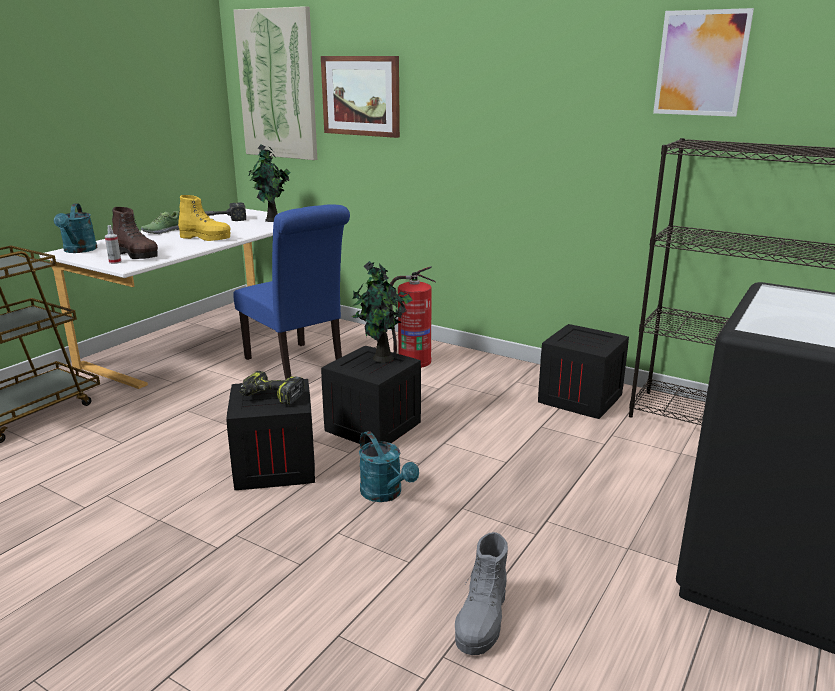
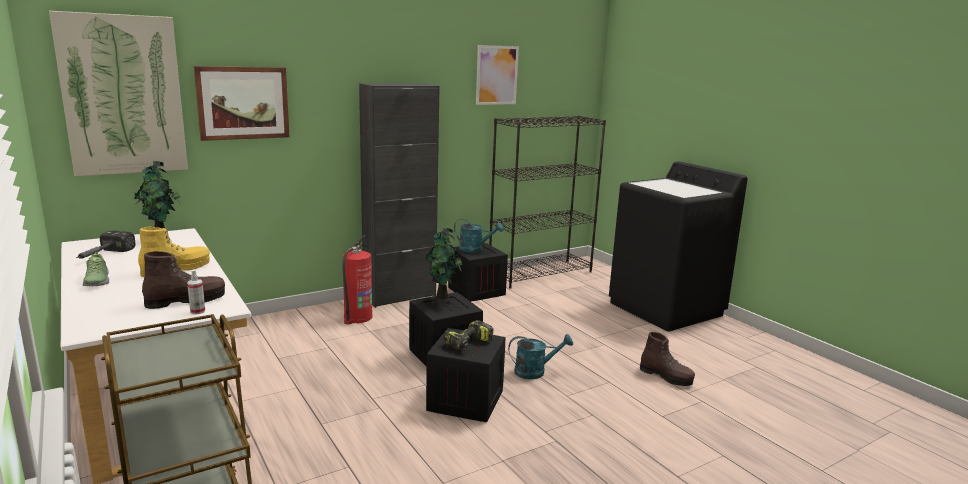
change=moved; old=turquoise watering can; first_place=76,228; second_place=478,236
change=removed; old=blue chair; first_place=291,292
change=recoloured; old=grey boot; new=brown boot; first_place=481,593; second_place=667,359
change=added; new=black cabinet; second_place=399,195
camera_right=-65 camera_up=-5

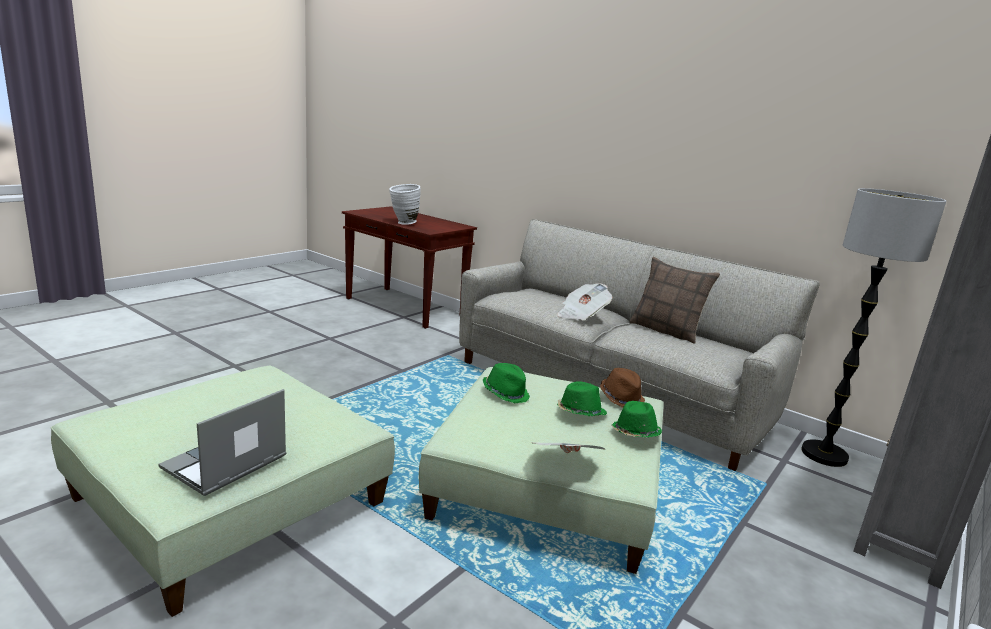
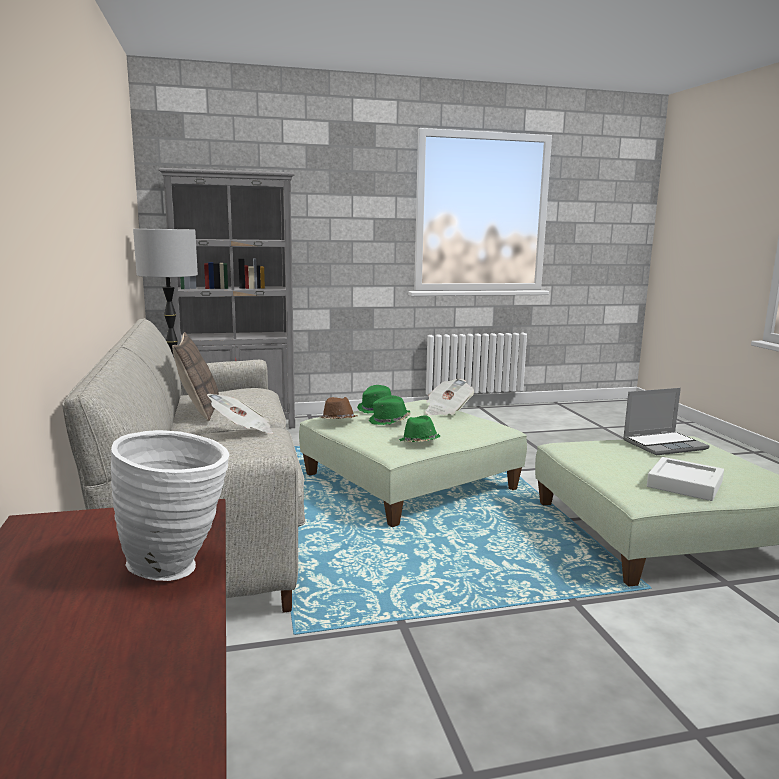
change=added; new=white tray; second_place=685,479
camera_right=-140 camera_up=-5

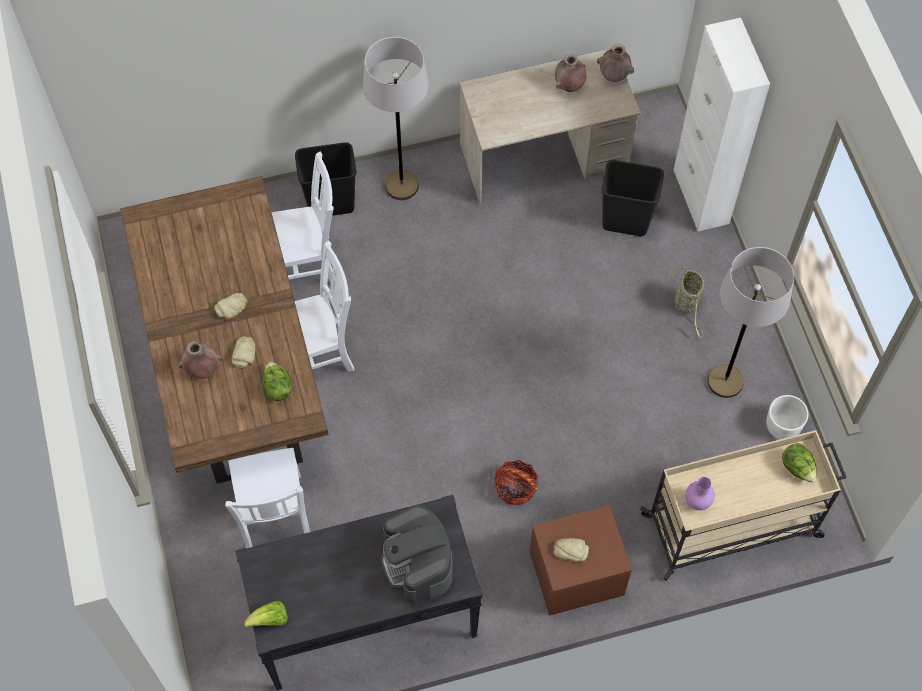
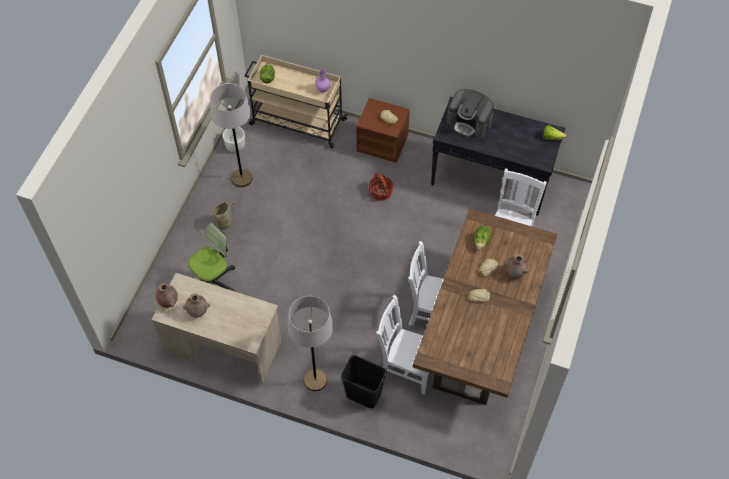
change=removed; old=white cabinet; first_place=721,124
change=replaced; old=black trash can; new=office chair; first_place=632,198; second_place=212,257
change=turned; old=coffee machine; first_place=417,554; second_place=470,113; degrees=105
camera_right=-145 camera_up=-5

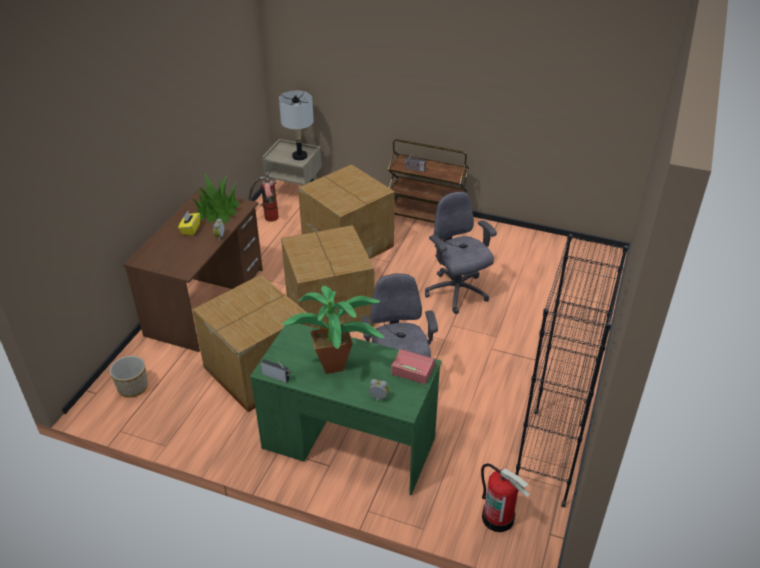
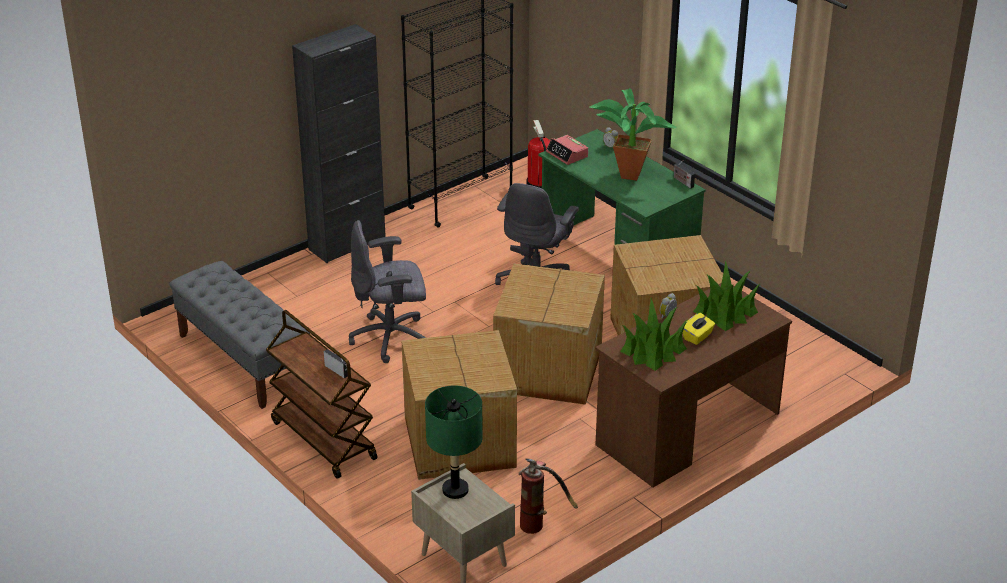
change=recoloured; old=grey table lamp; new=green table lamp; first_place=296,125; second_place=454,442
change=turned; old=grey office chair; first_place=461,253; second_place=387,291; degrees=75
change=removed; old=planter; first_place=129,377
change=added; new=black cabinet; second_place=339,143
change=added; new=potted plant; second_place=727,295
change=added; new=grey bench; second_place=239,335
camera_right=-150 camera_up=-5

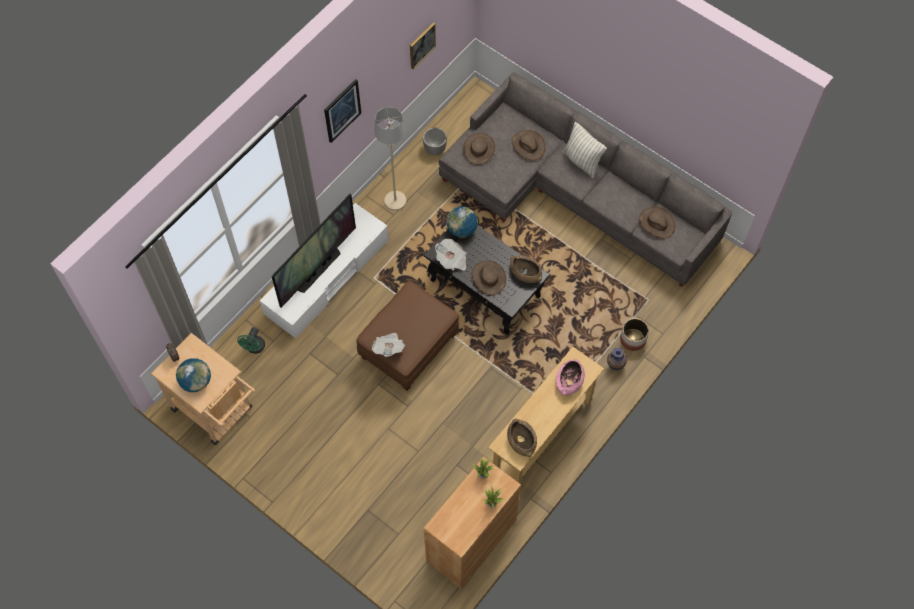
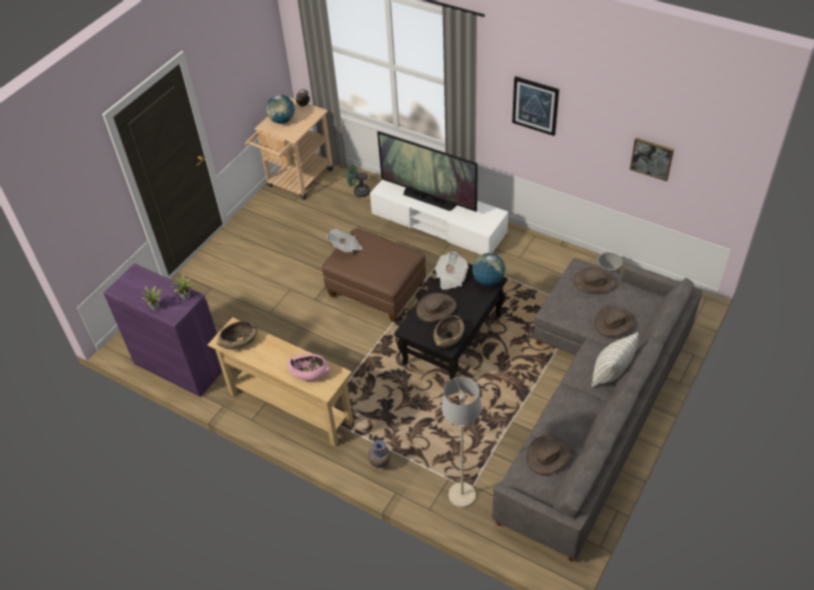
change=moved; old=beige floor lamp; first_place=390,159; second_place=461,442
change=removed; old=planter; first_place=634,334
change=recoloured; old=brown cabinet; new=purple cabinet; first_place=472,523; second_place=163,330
camera_right=85 camera_up=-15

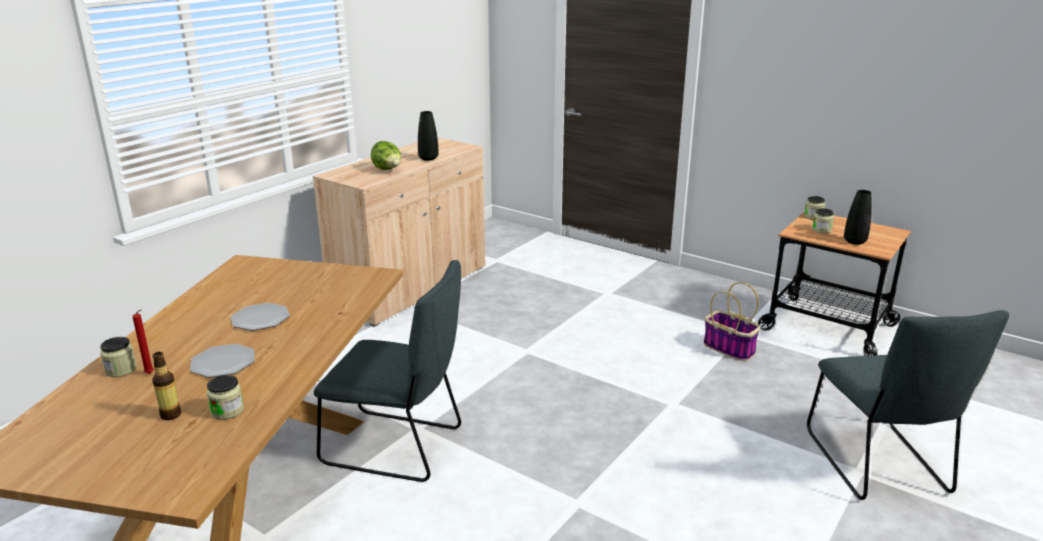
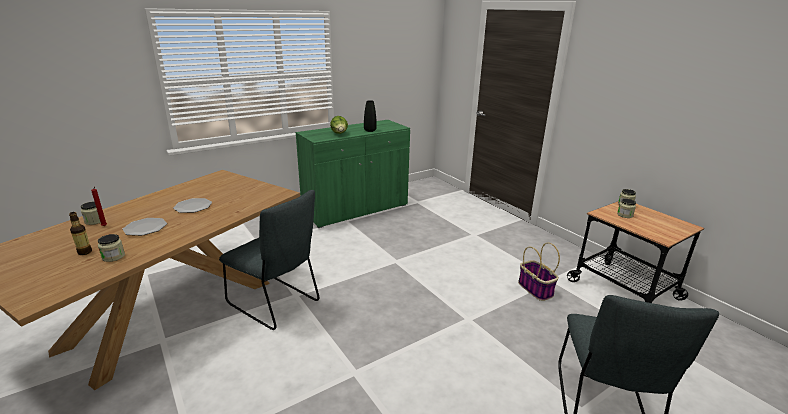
change=recoloured; old=beige cabinet; new=green cabinet; first_place=399,232; second_place=353,174
change=removed; old=black vase; first_place=858,217
camera_right=20 camera_up=0

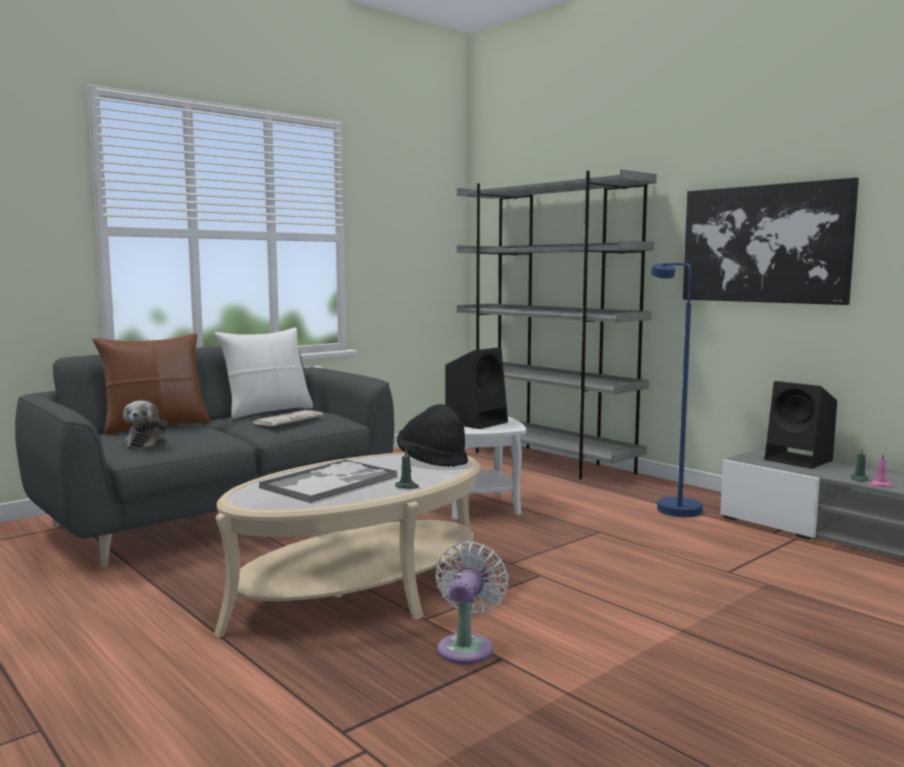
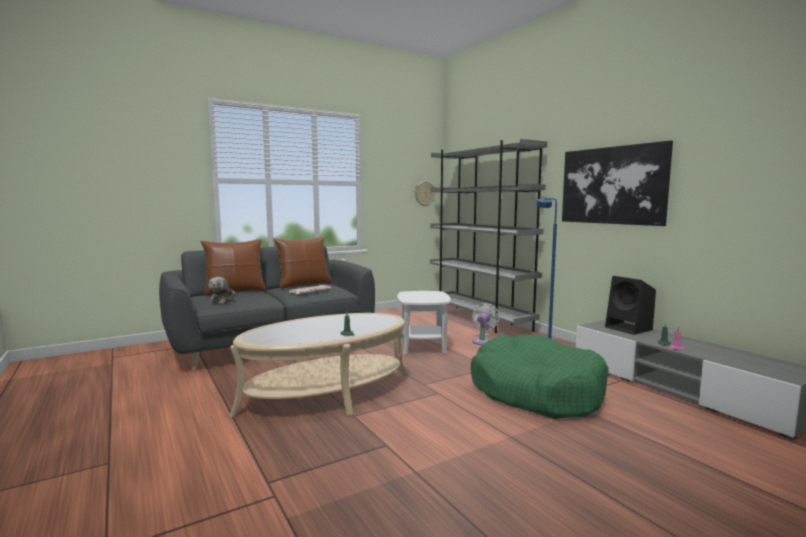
change=recoloured; old=white pillow; new=brown pillow; first_place=263,373; second_place=302,262
change=removed; old=black speaker; first_place=476,388
change=removed; old=black hat; first_place=432,435
change=removed; old=tray; first_place=328,481
change=moved; old=white fan; first_place=472,603; second_place=486,324
change=added; new=wall clock; second_place=425,193
change=added; new=green dog bed; second_place=540,377
camera_right=10 camera_up=0

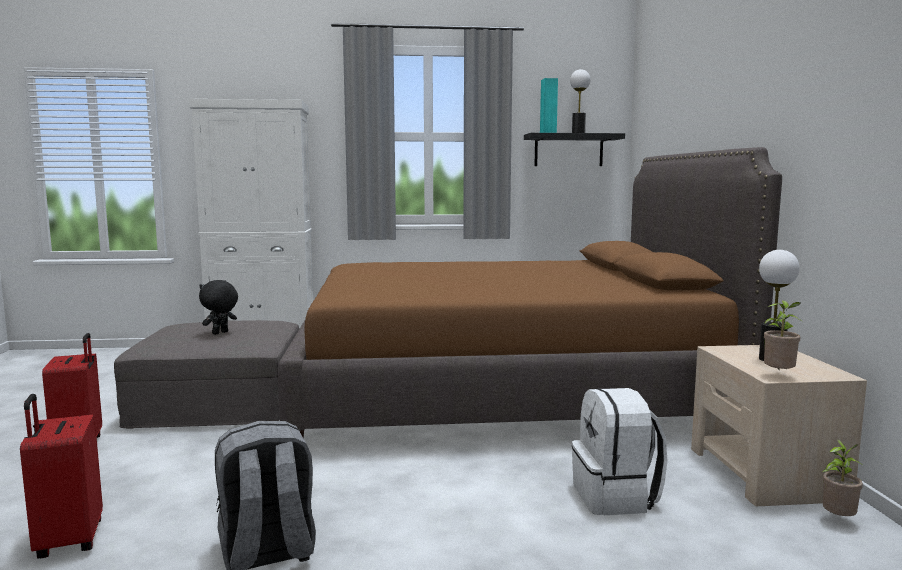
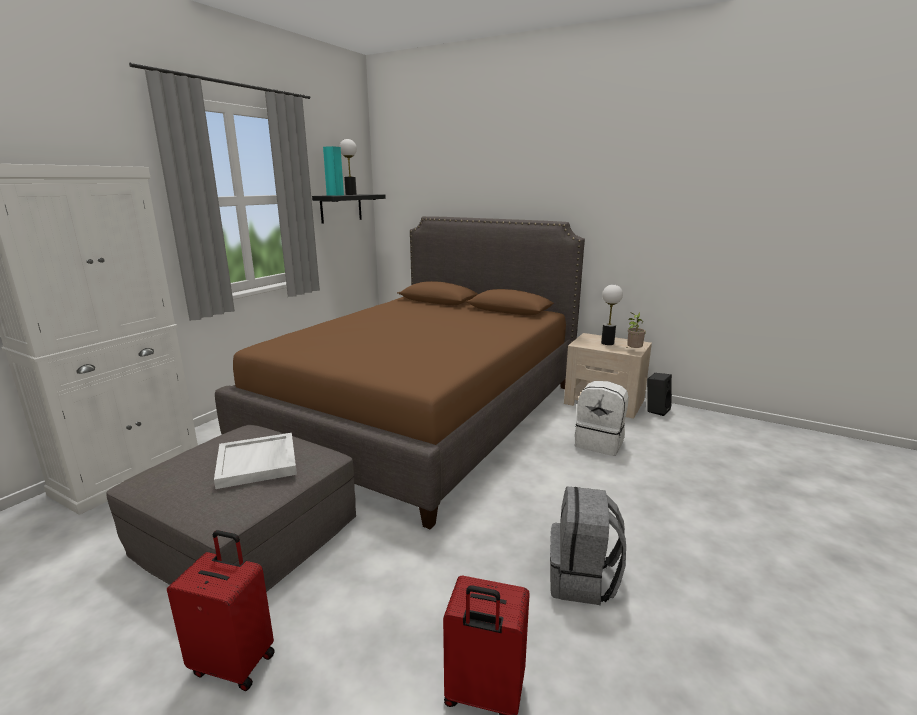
change=replaced; old=black plush toy; new=white tray; first_place=218,307; second_place=255,461
change=replaced; old=potted plant; new=black speaker; first_place=843,478; second_place=659,394
camera_right=-55 camera_up=10

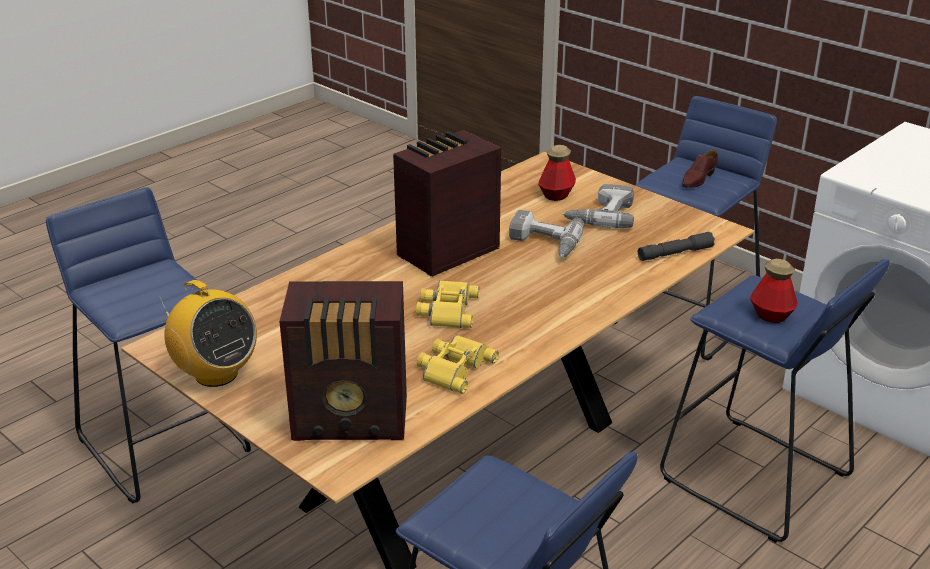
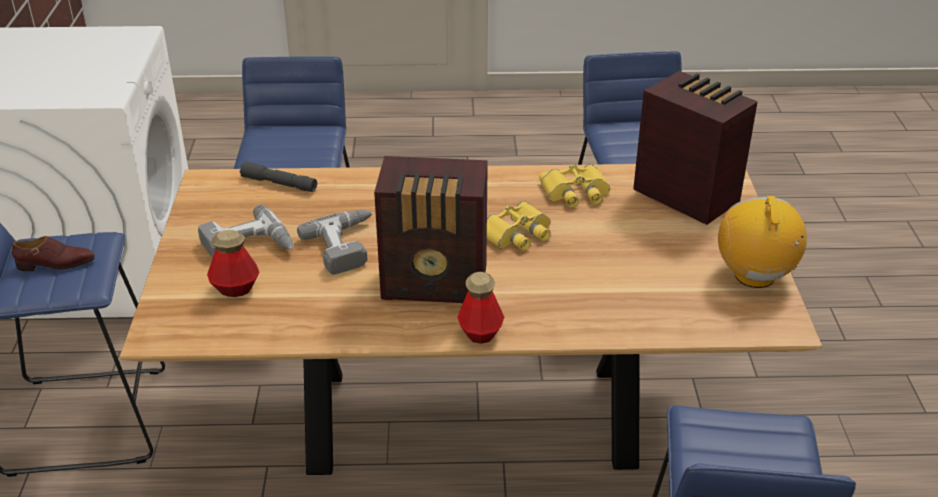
change=moved; old=bottle; first_place=774,291; second_place=480,308
camera_right=-135 camera_up=5

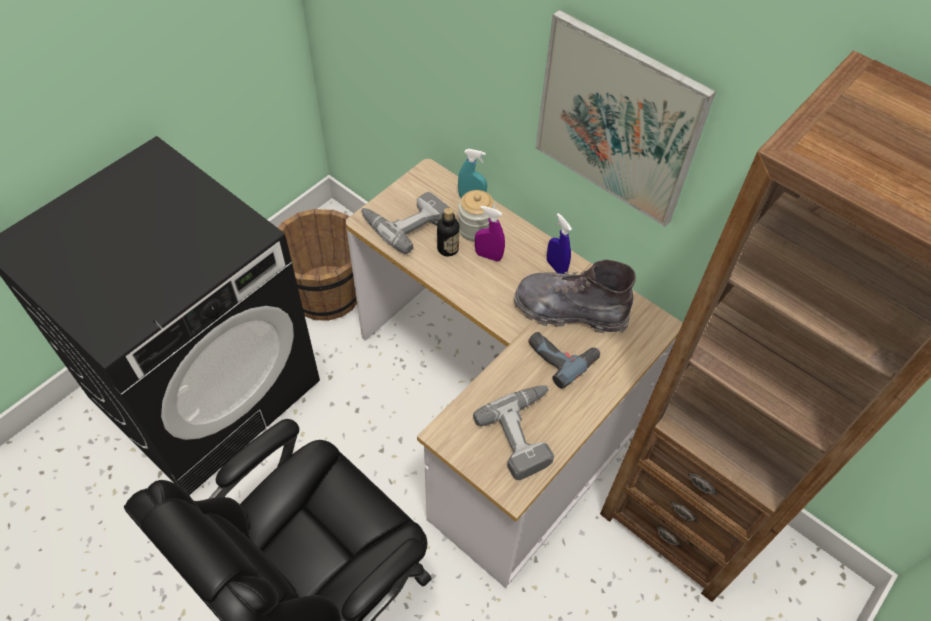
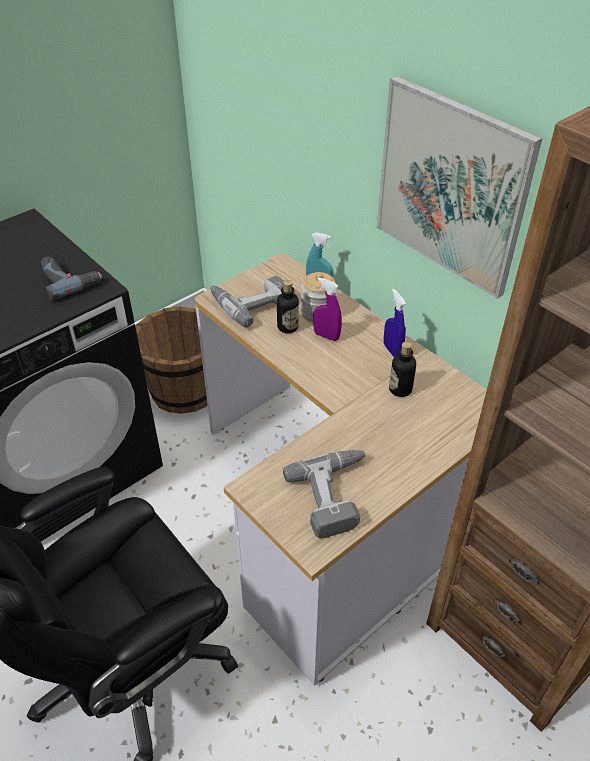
change=replaced; old=grey boot; new=bottle; first_place=575,296; second_place=402,369
change=moved; old=power drill; first_place=564,360; second_place=71,278
camera_right=10 camera_up=-10

